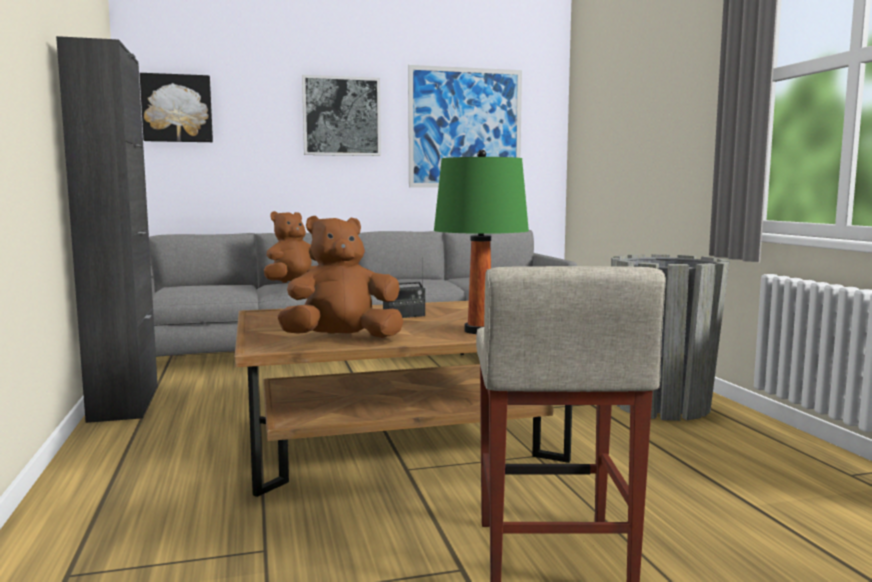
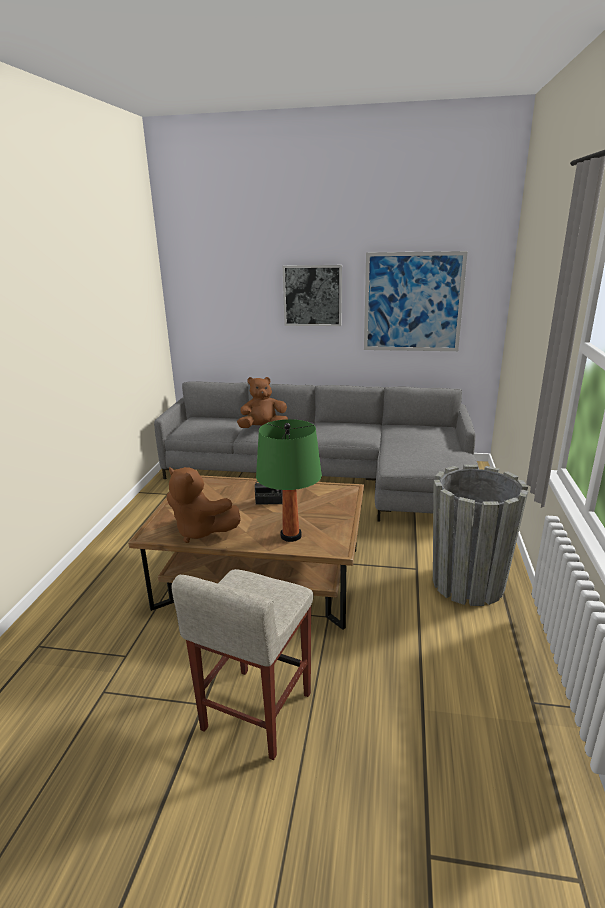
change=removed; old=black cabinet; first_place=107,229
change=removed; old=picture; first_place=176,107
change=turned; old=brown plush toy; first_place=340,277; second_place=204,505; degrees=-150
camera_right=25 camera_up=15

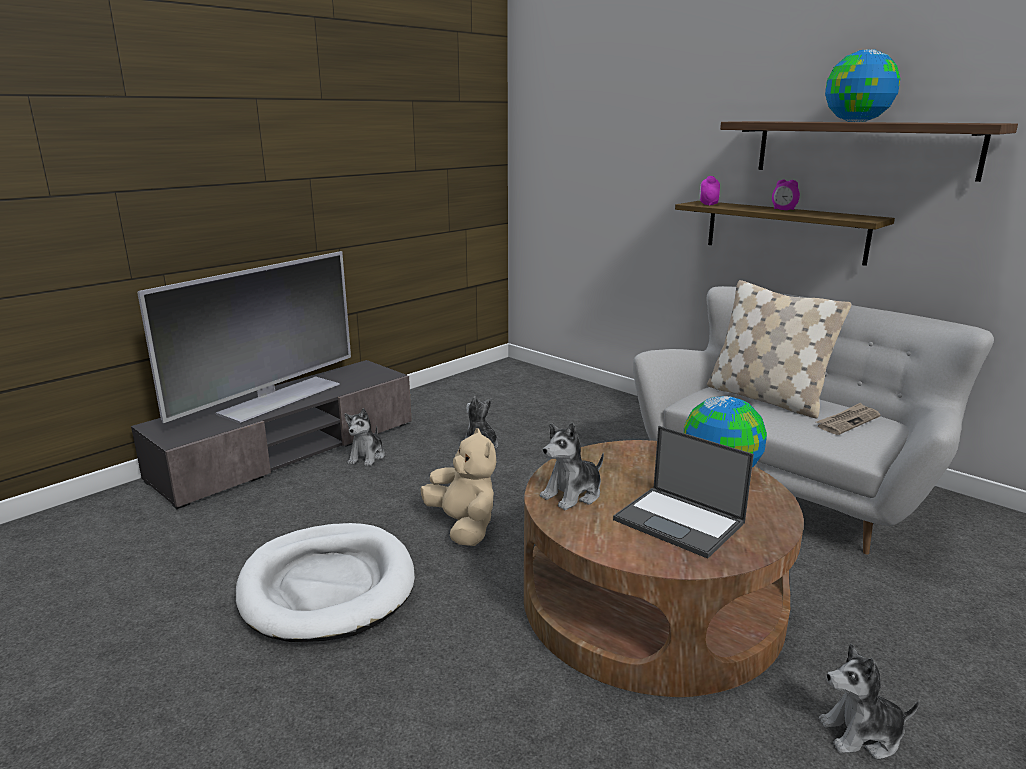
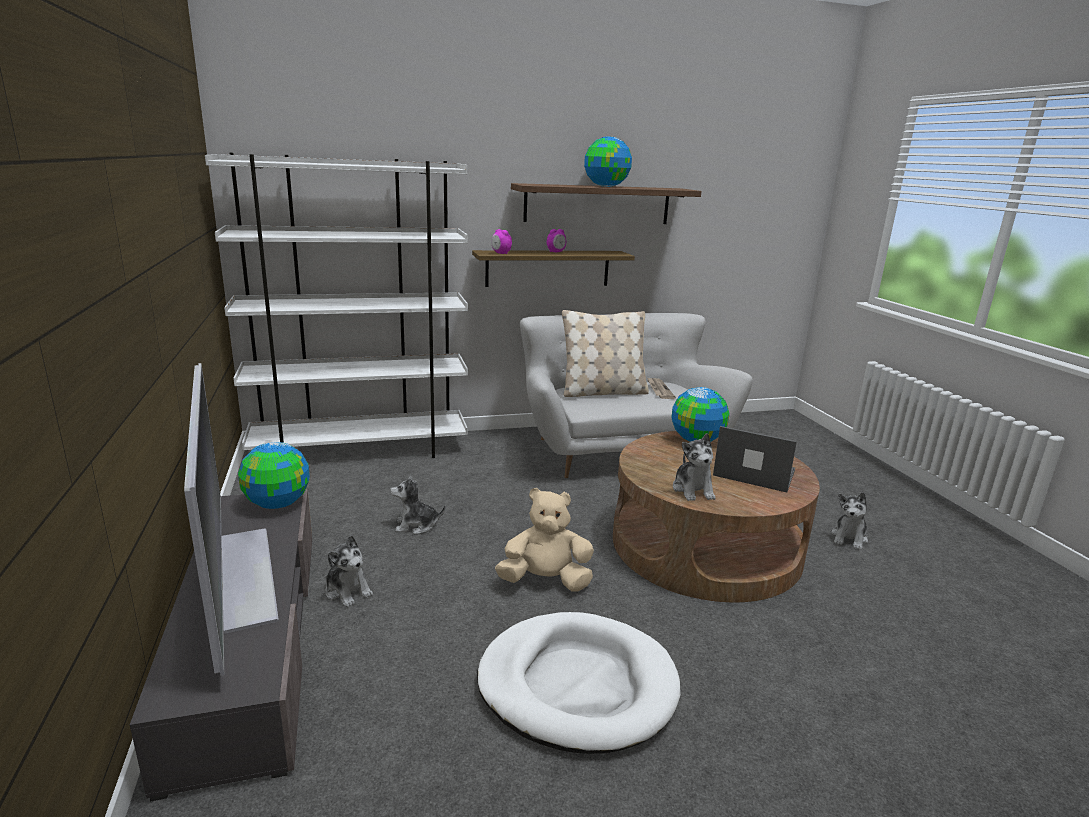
change=turned; old=laptop; first_place=683,492; second_place=755,459; degrees=-135
change=added; new=white bookcase; second_place=336,305
change=added; new=globe; second_place=274,475
camera_right=-60 camera_up=0

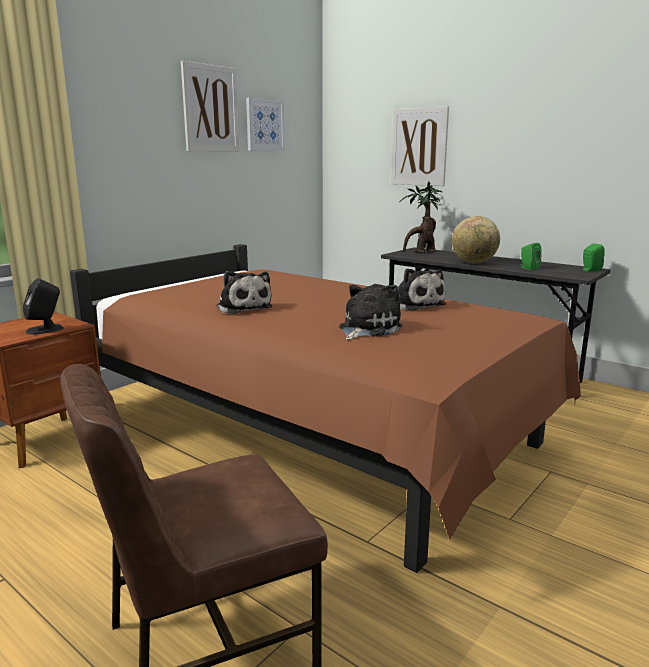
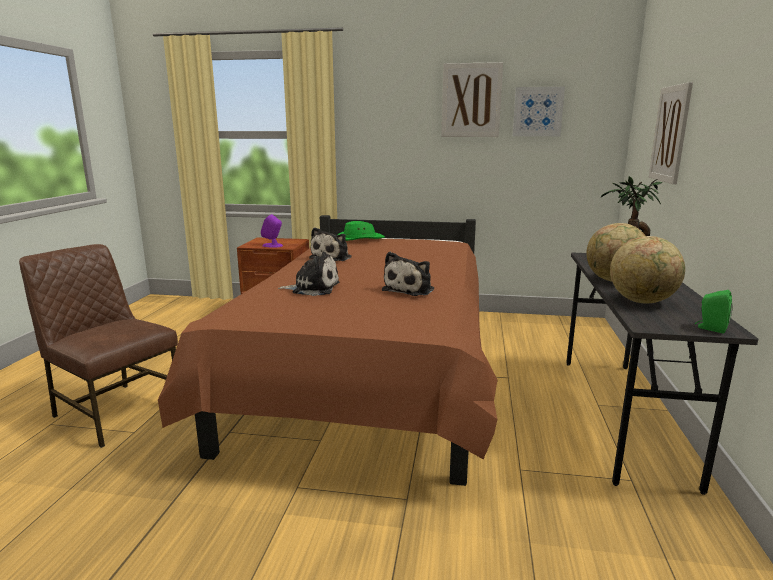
change=replaced; old=green speaker; new=globe; first_place=531,256; second_place=647,270
change=recoloured; old=black speaker; new=purple speaker; first_place=43,306; second_place=272,231
change=added; new=green hat; second_place=361,231
camera_right=60 camera_up=0

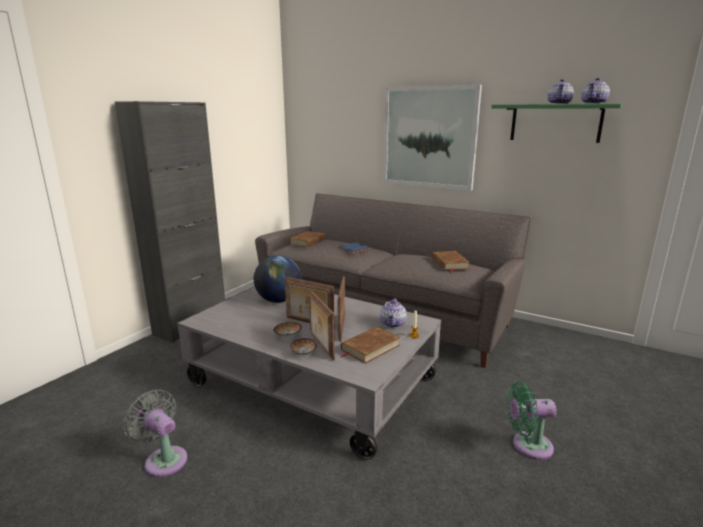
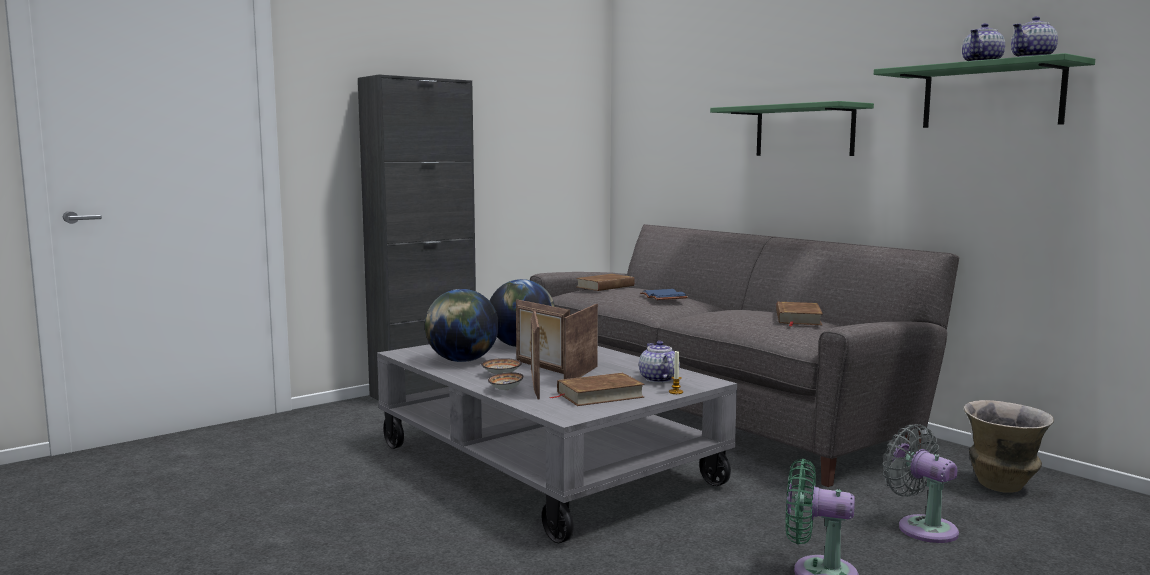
change=replaced; old=picture; new=green shelf; first_place=432,138; second_place=792,128
change=turned; old=teapot; first_place=393,313; second_place=659,362; degrees=135
change=moved; old=grey fan; first_place=155,433; second_place=921,483
change=added; new=globe; second_place=462,325
change=added; new=vase; second_place=1009,446
camera_right=20 camera_up=-10

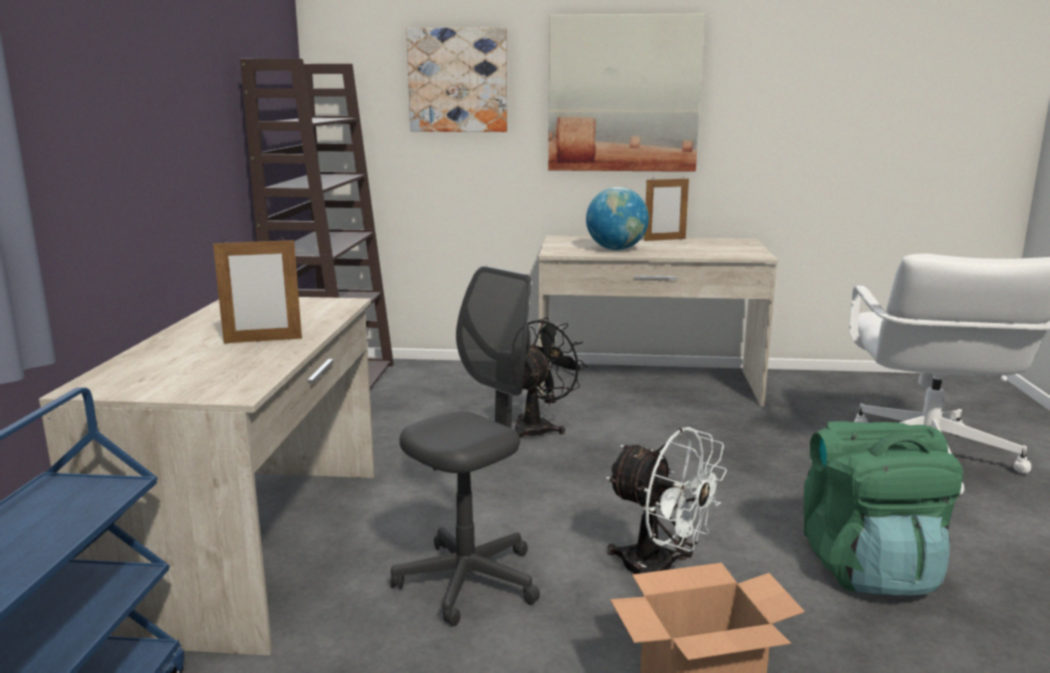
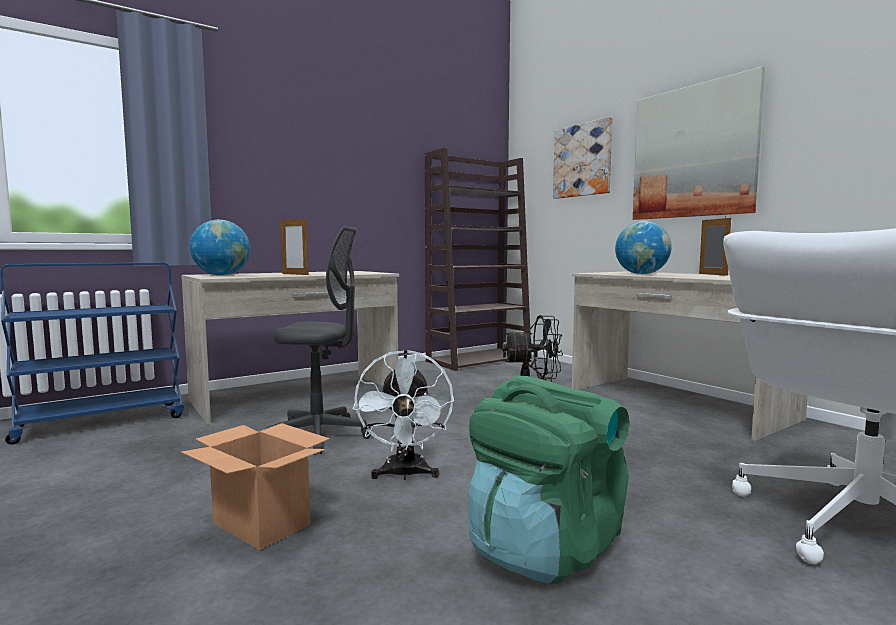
change=turned; old=picture frame; first_place=666,209; second_place=715,247; degrees=-135
change=added; new=globe; second_place=220,248
camera_right=50 camera_up=-10

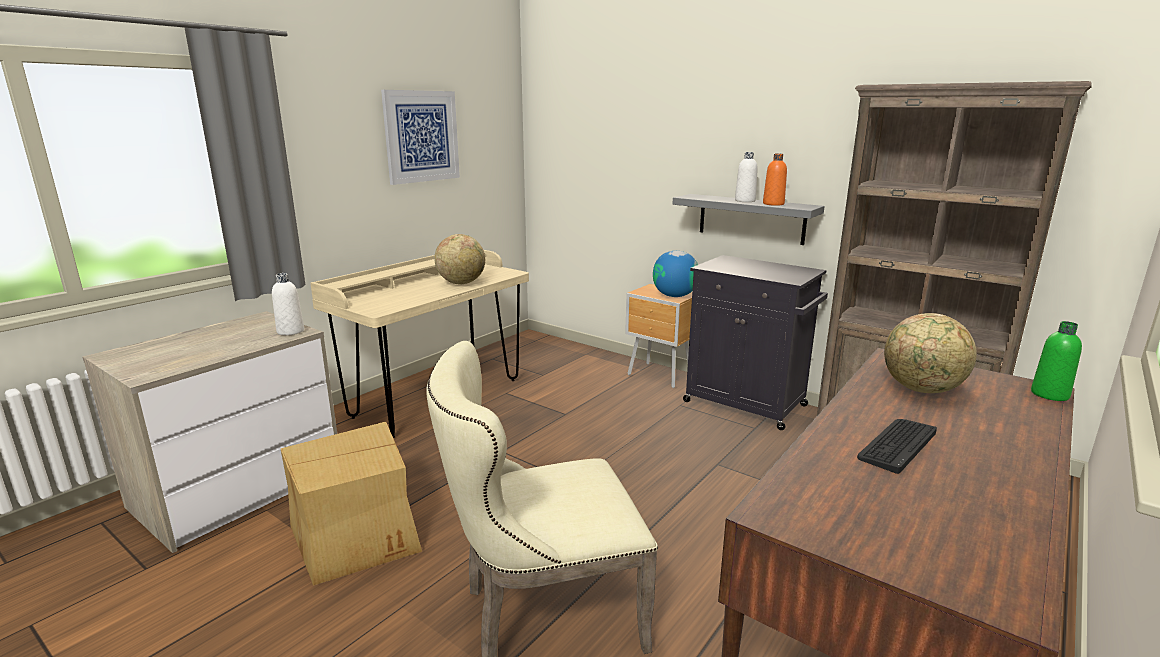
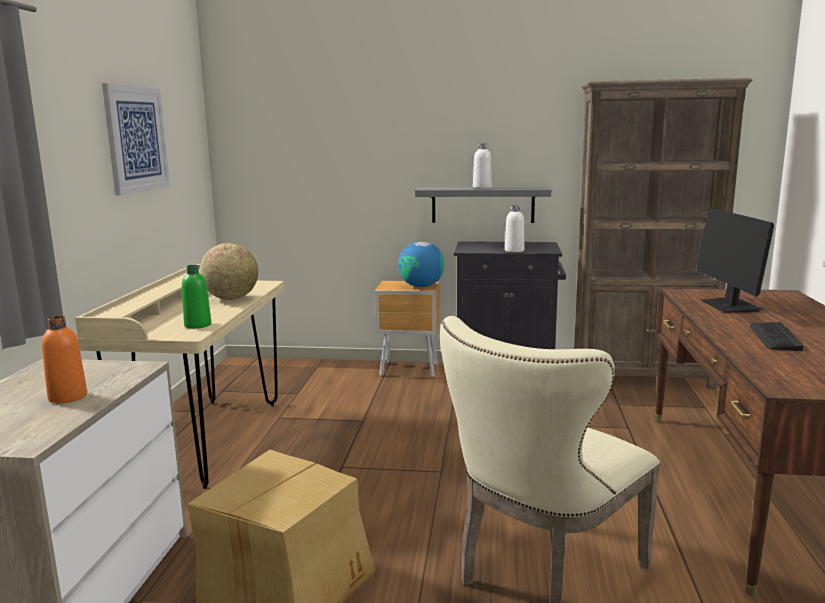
change=moved; old=orange bottle; first_place=775,180; second_place=64,359
change=moved; old=white bottle; first_place=288,304; second_place=514,228
change=replaced; old=globe; new=monitor; first_place=930,353; second_place=735,260
change=moved; old=green bottle; first_place=1056,361; second_place=196,297
camera_right=-30 camera_up=-5

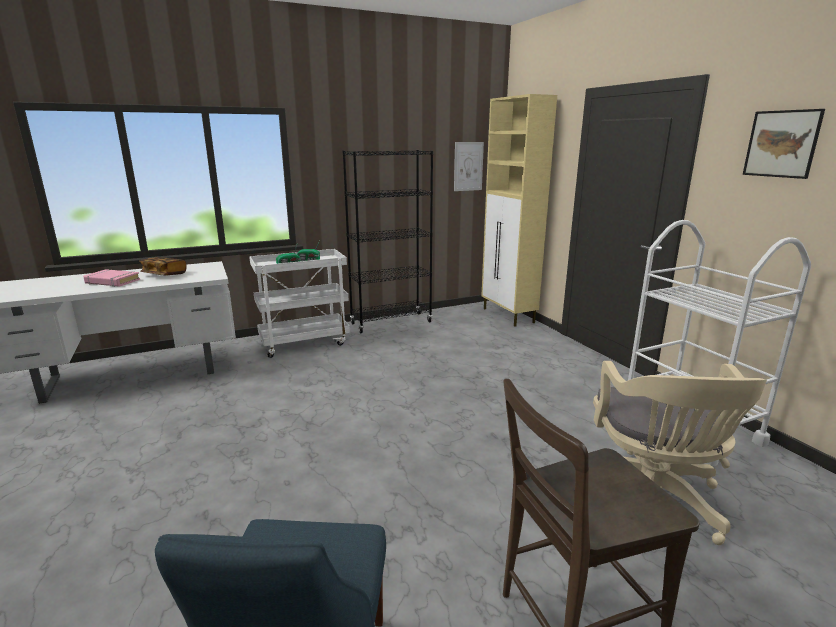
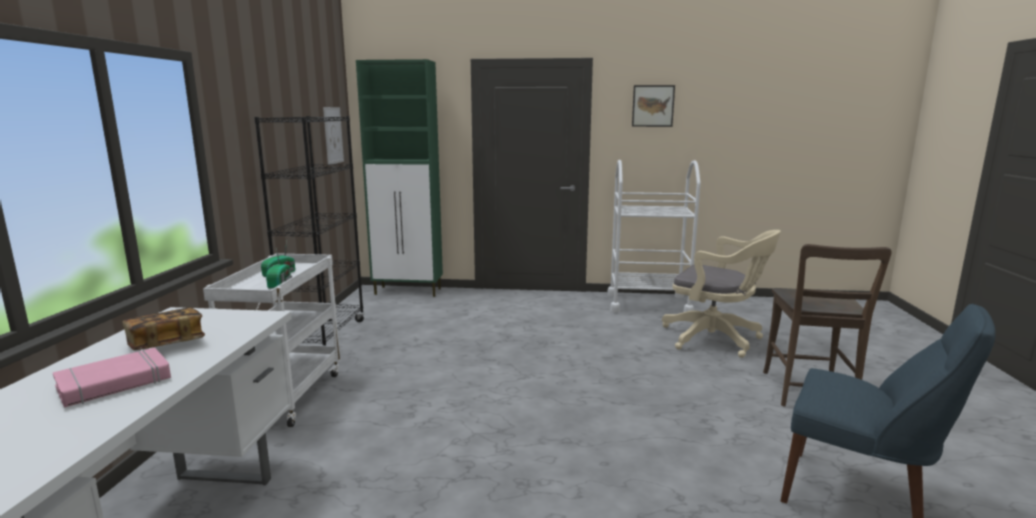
change=recoloured; old=beige cabinet; new=green cabinet; first_place=519,210; second_place=399,178
camera_right=-60 camera_up=-5

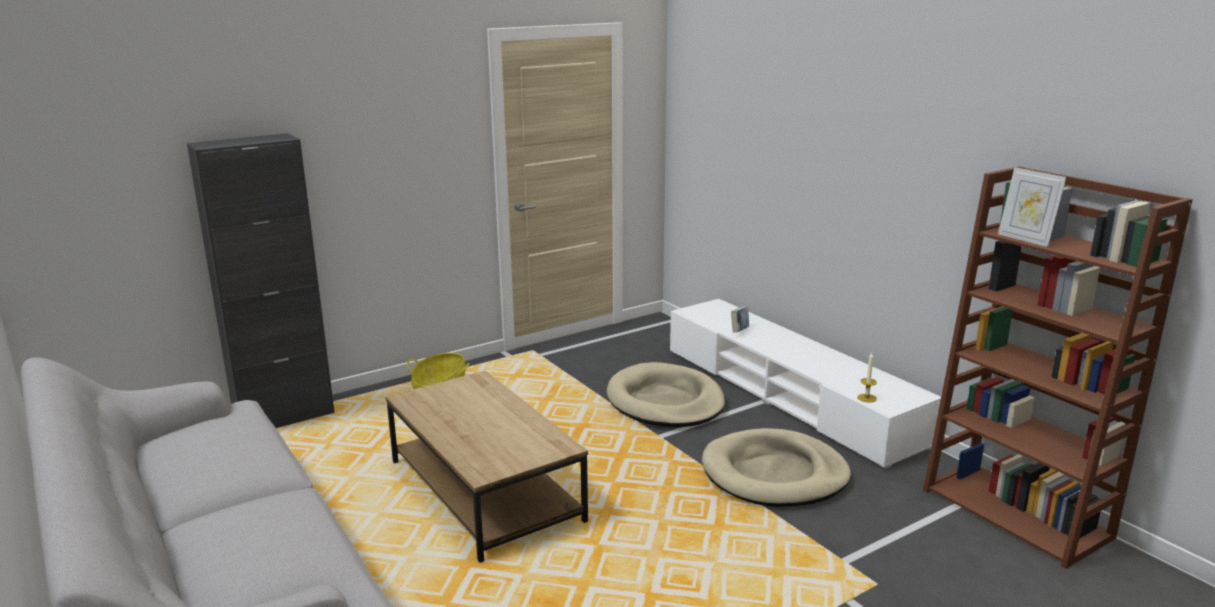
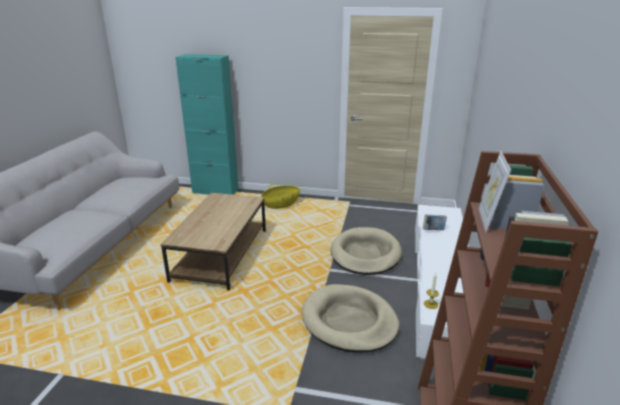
change=recoloured; old=black cabinet; new=turquoise cabinet; first_place=261,280; second_place=207,124
camera_right=45 camera_up=5

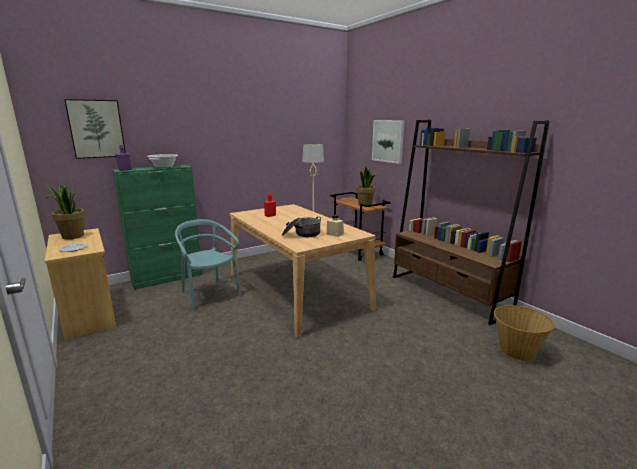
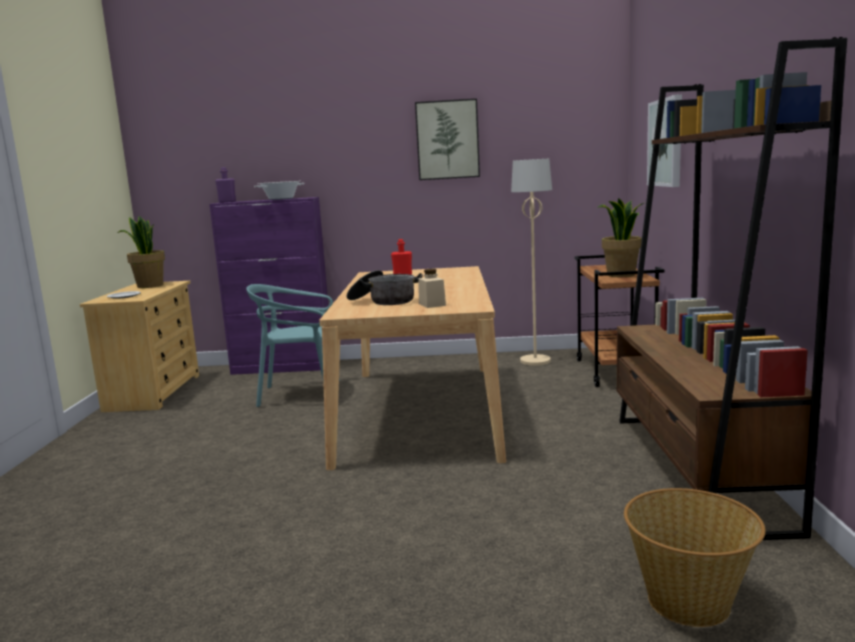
change=moved; old=picture; first_place=95,129; second_place=447,139
change=recoloured; old=green cabinet; new=purple cabinet; first_place=157,227; second_place=269,286
change=turned; old=turquoise chair; first_place=208,264; second_place=293,345; degrees=-90
camera_right=35 camera_up=-5

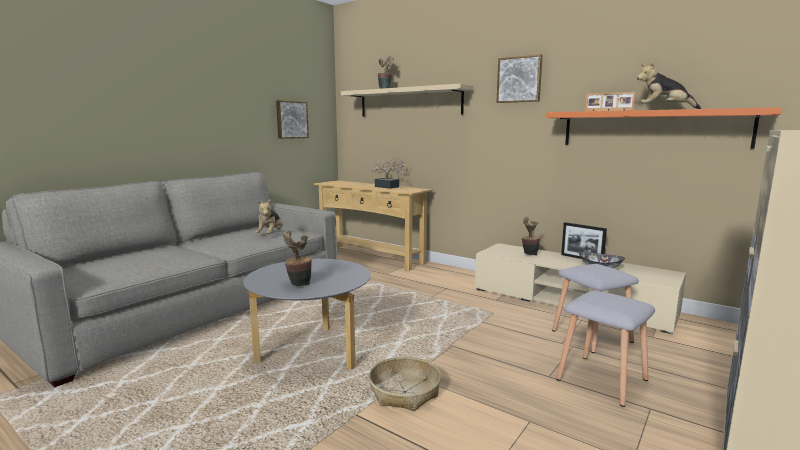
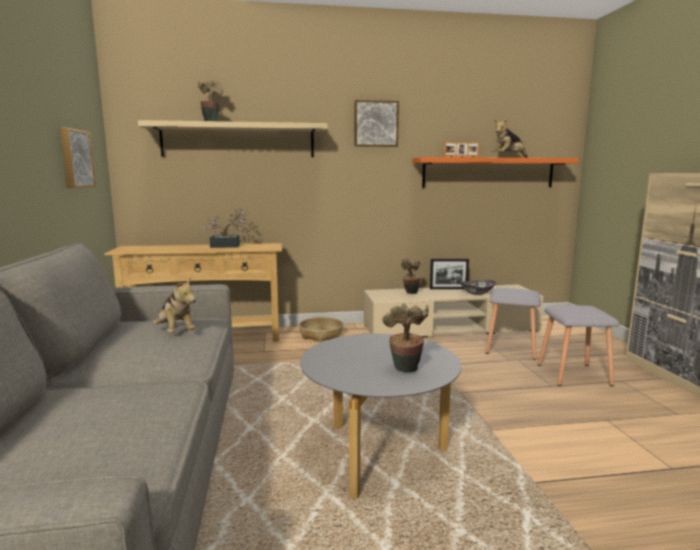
change=moved; old=basket; first_place=405,384; second_place=321,329
camera_right=-45 camera_up=0

